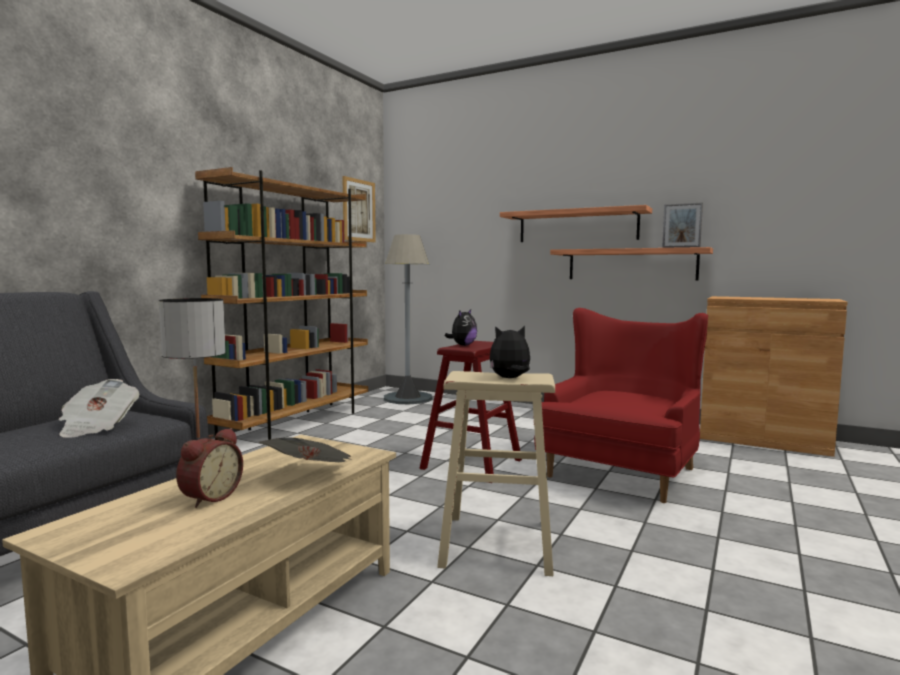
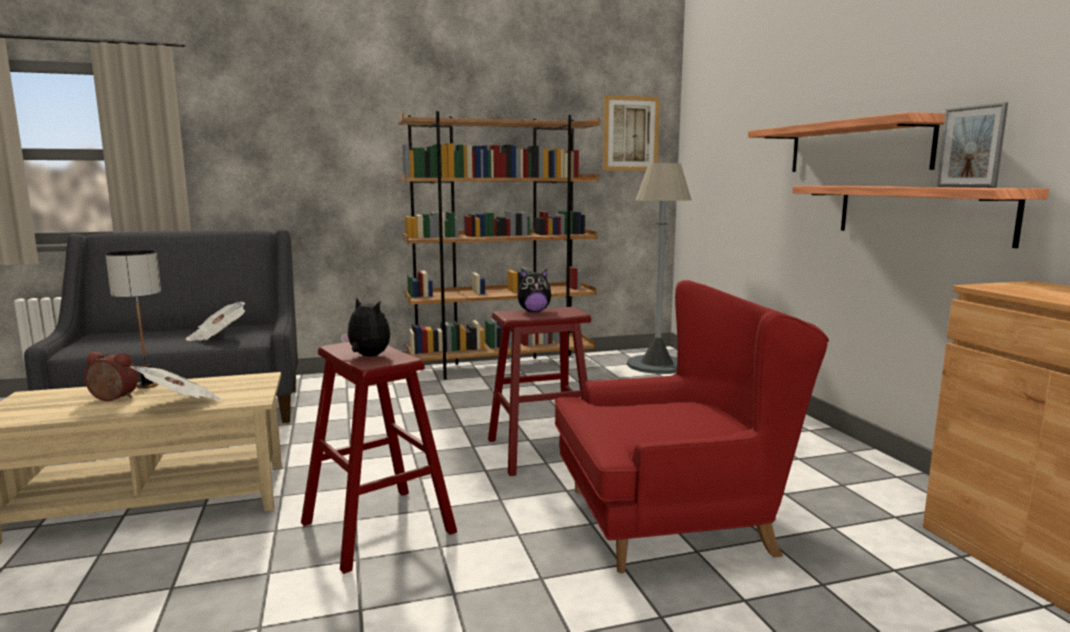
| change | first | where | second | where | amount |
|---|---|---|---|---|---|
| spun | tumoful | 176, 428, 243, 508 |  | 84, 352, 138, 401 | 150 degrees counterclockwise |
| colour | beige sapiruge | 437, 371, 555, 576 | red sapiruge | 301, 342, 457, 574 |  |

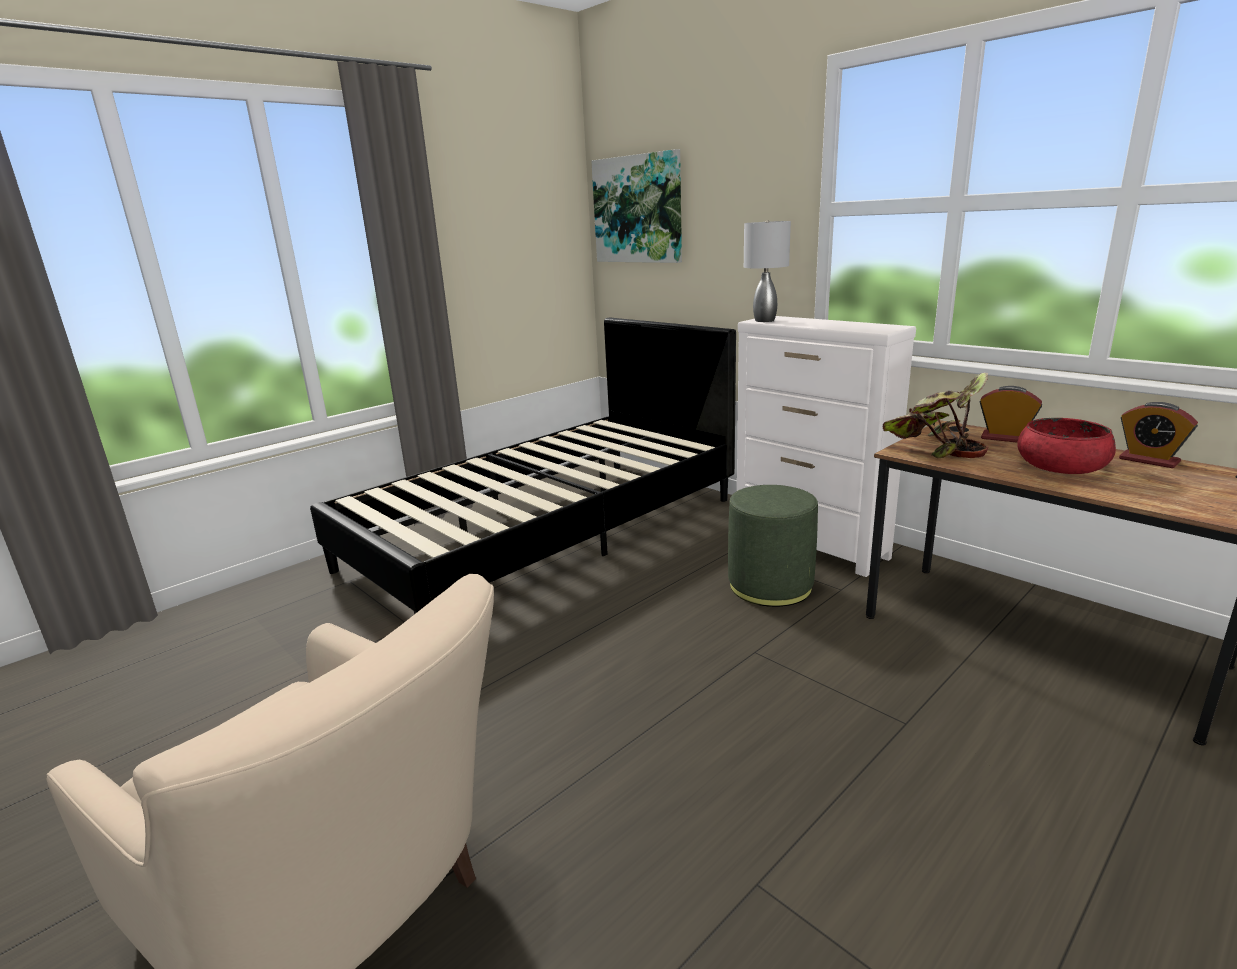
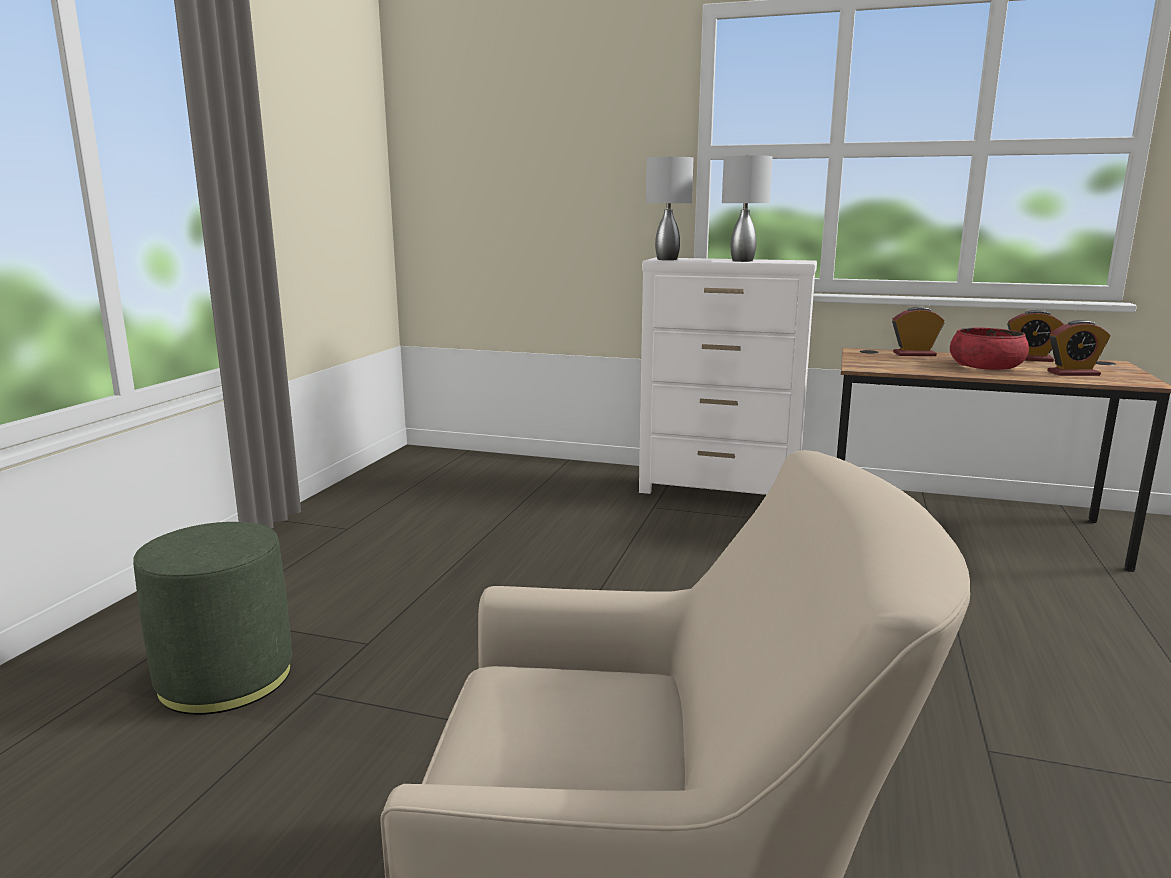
| change | first | where | second | where | amount |
|---|---|---|---|---|---|
| missing | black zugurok | 310, 318, 736, 614 |  |  |  |
| missing | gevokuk | 591, 149, 682, 263 |  |  |  |
| relocated | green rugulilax | 728, 485, 818, 607 |  | 133, 522, 292, 715 |  |
| missing | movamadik | 883, 373, 988, 458 |  |  |  |
| appeared |  |  | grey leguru | 722, 155, 773, 262 |  |
| appeared |  |  | tumoful | 1047, 320, 1111, 376 |  |

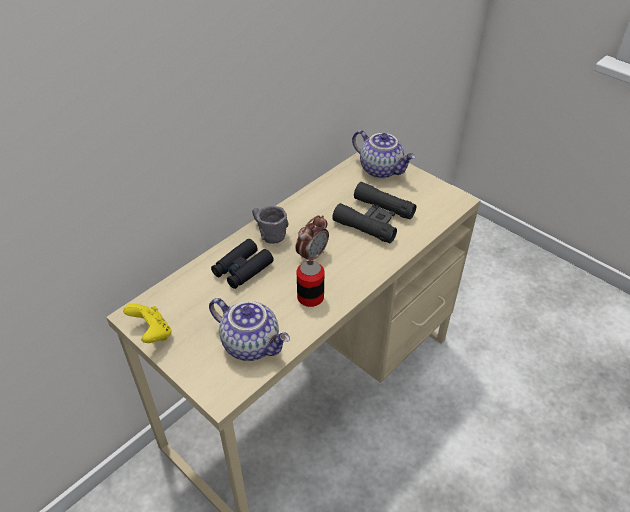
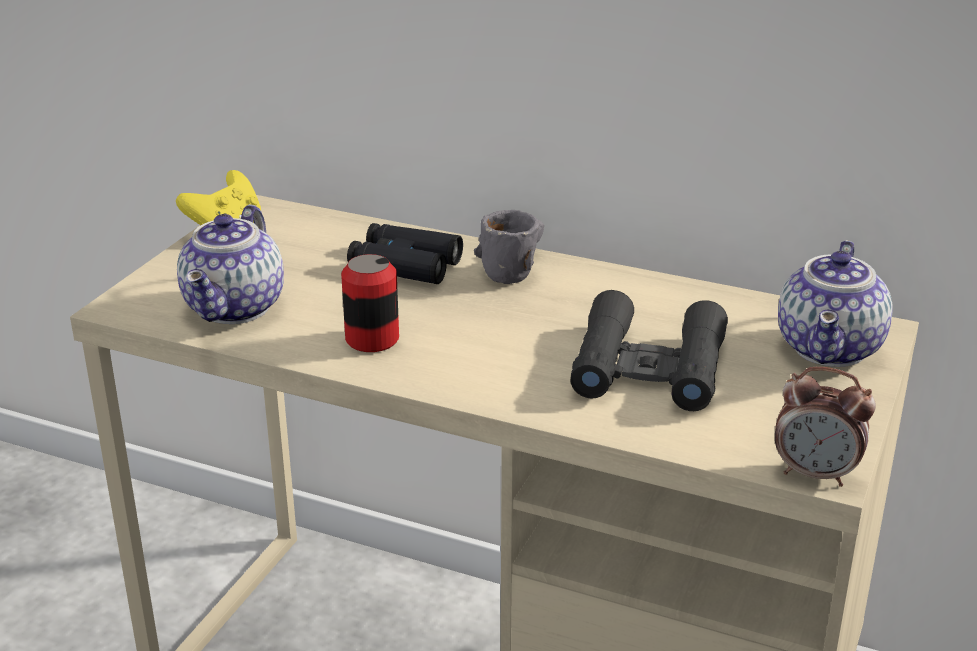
| change | first | where | second | where | amount |
|---|---|---|---|---|---|
| relocated | tumoful | 295, 215, 329, 261 |  | 775, 367, 876, 487 |  |

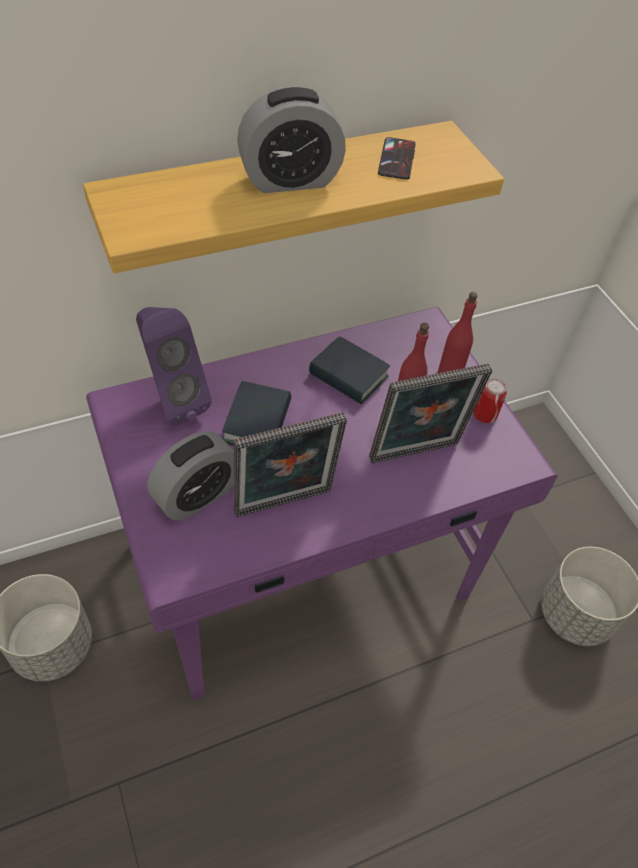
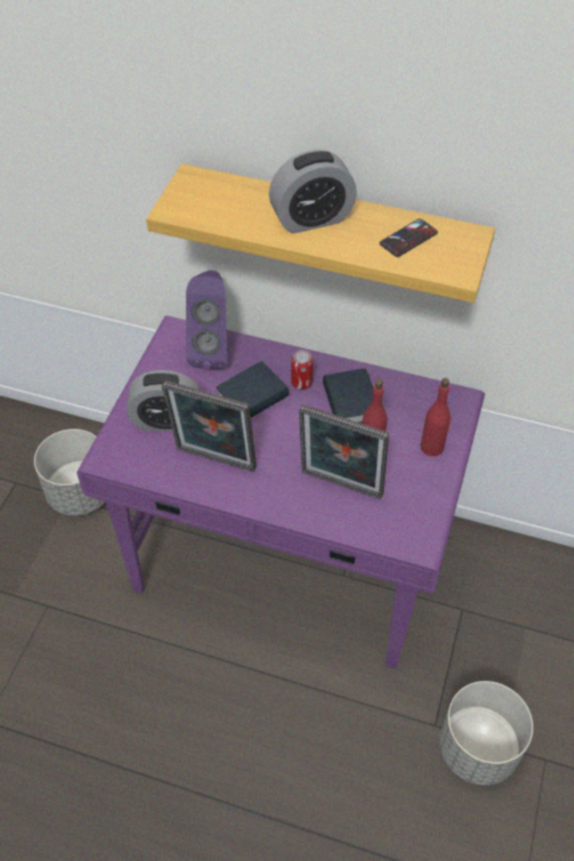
| change | first | where | second | where | amount |
|---|---|---|---|---|---|
| spun | tumoful | 237, 86, 346, 193 |  | 269, 150, 357, 234 | 45 degrees counterclockwise |
| relocated | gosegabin | 474, 378, 507, 423 |  | 291, 350, 313, 389 |  |

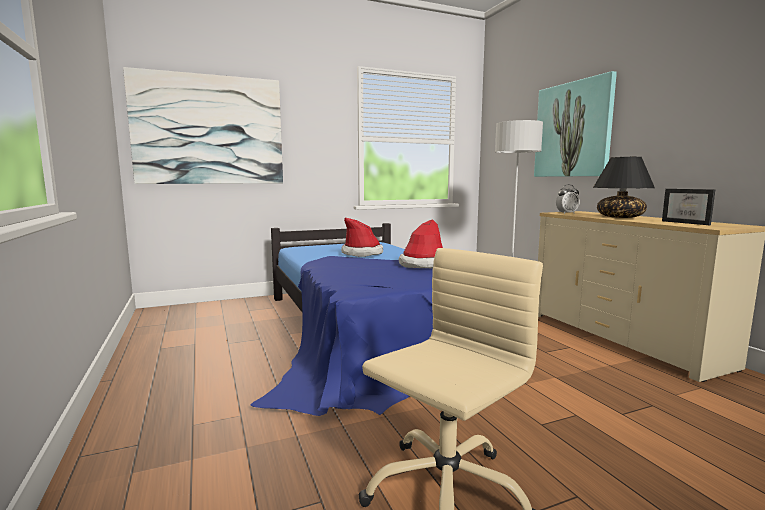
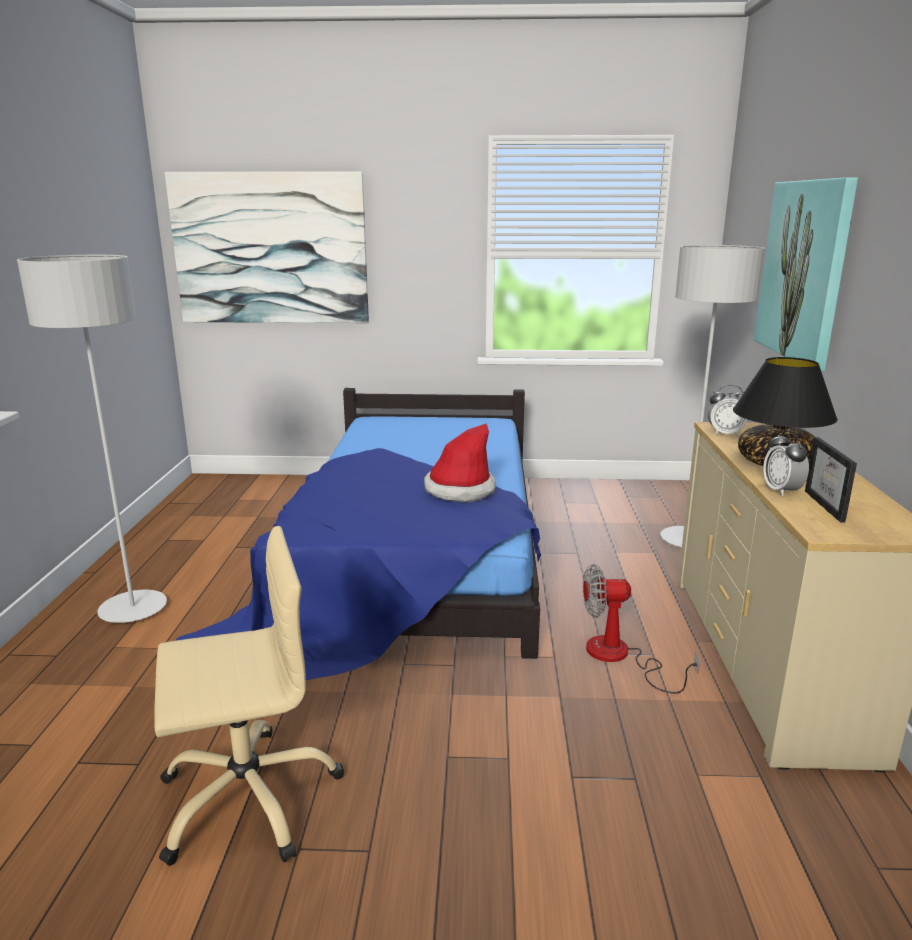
| change | first | where | second | where | amount |
|---|---|---|---|---|---|
| missing | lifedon | 341, 217, 383, 257 |  |  |  |
| appeared |  |  | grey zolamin | 17, 255, 167, 623 |  |
| appeared |  |  | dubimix | 583, 564, 700, 694 |  |
| appeared |  |  | tumoful | 763, 430, 809, 496 |  |

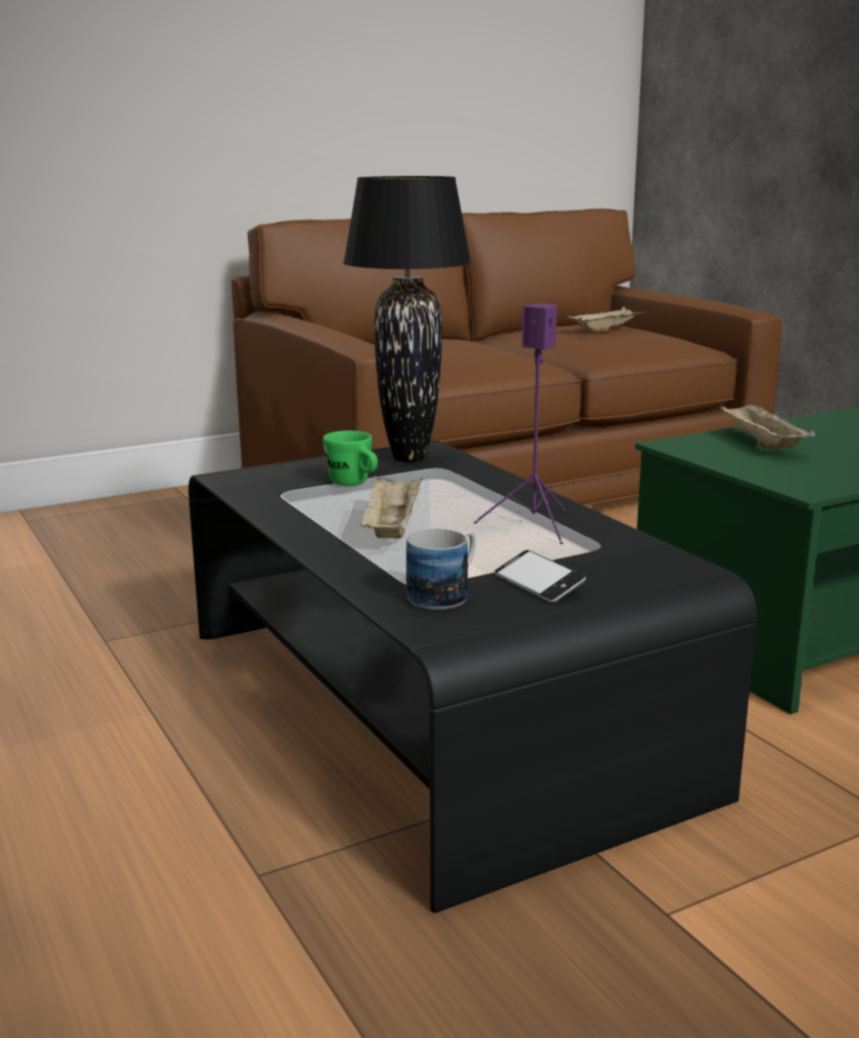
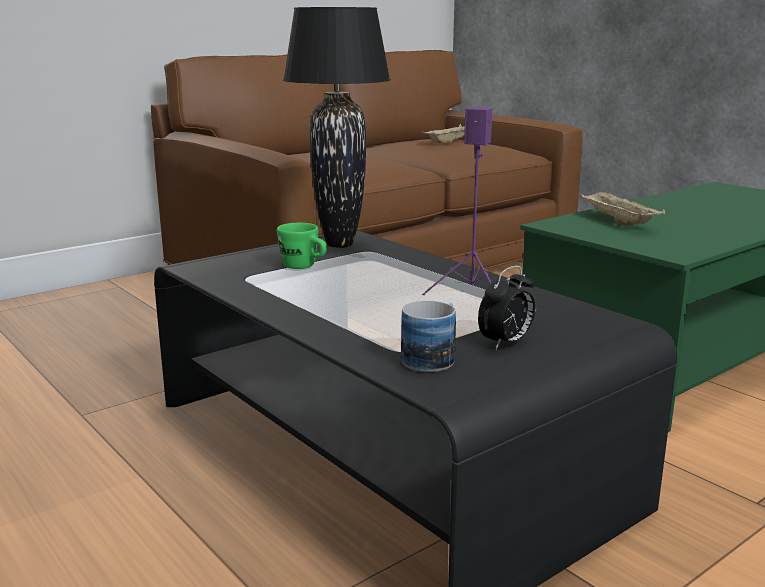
| change | first | where | second | where | amount |
|---|---|---|---|---|---|
| missing | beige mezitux | 360, 476, 423, 538 |  |  |  |
| exchanged | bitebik | 494, 550, 586, 603 | tumoful | 478, 266, 535, 349 |  |

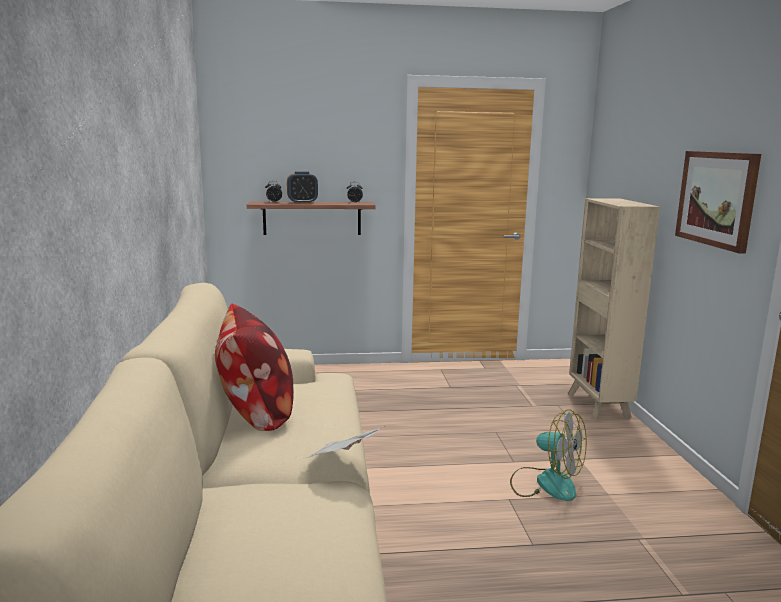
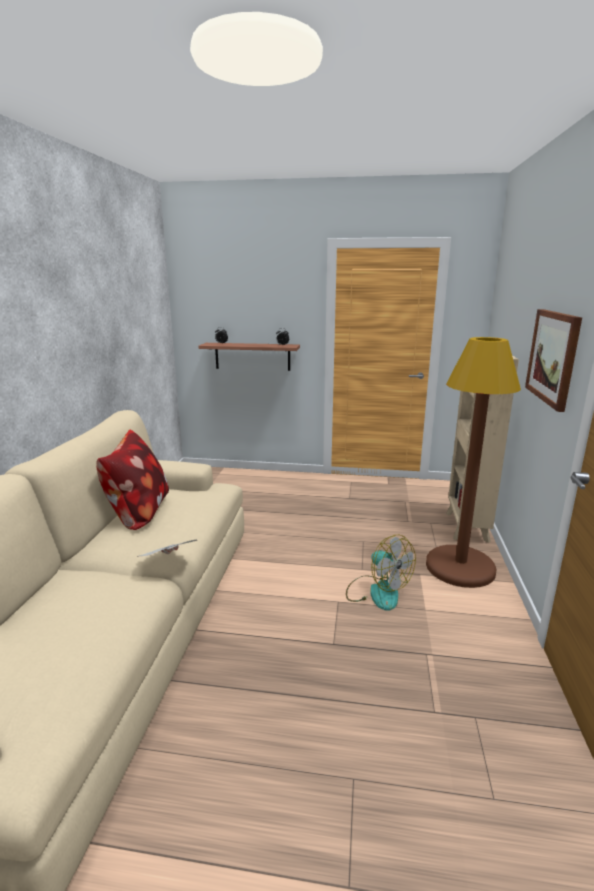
| change | first | where | second | where | amount |
|---|---|---|---|---|---|
| missing | tumoful | 287, 171, 318, 204 |  |  |  |
| appeared |  |  | brown zolamin | 426, 337, 521, 588 |  |

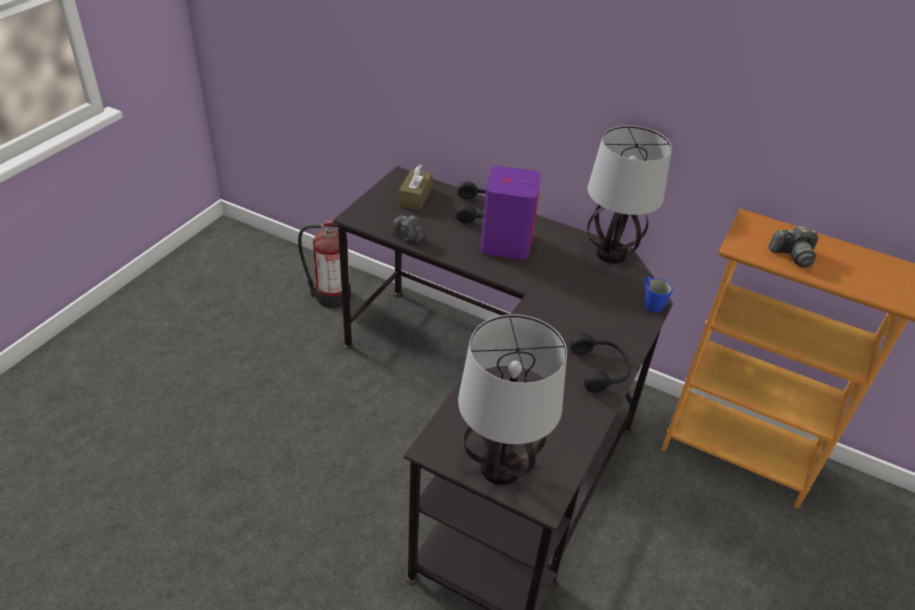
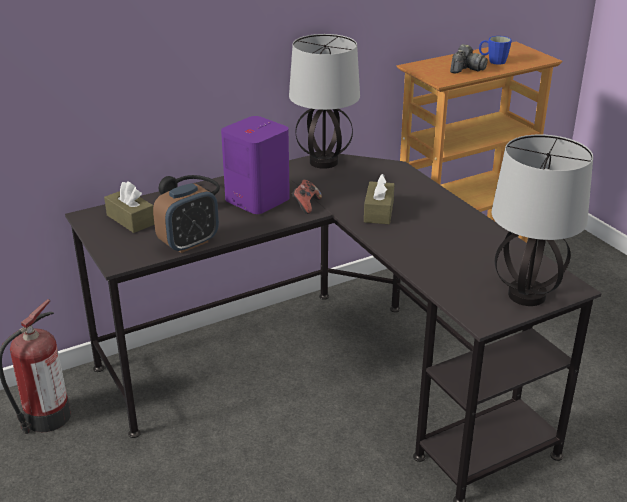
| change | first | where | second | where | amount |
|---|---|---|---|---|---|
| exchanged | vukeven | 393, 215, 425, 242 | tumoful | 153, 183, 219, 253 |  |
| missing | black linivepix | 570, 334, 631, 393 |  |  |  |
| relocated | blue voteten | 644, 277, 673, 313 |  | 479, 36, 512, 65 |  |
| appeared |  |  | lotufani | 291, 180, 322, 214 |  |
| appeared |  |  | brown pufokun | 364, 174, 395, 224 |  |

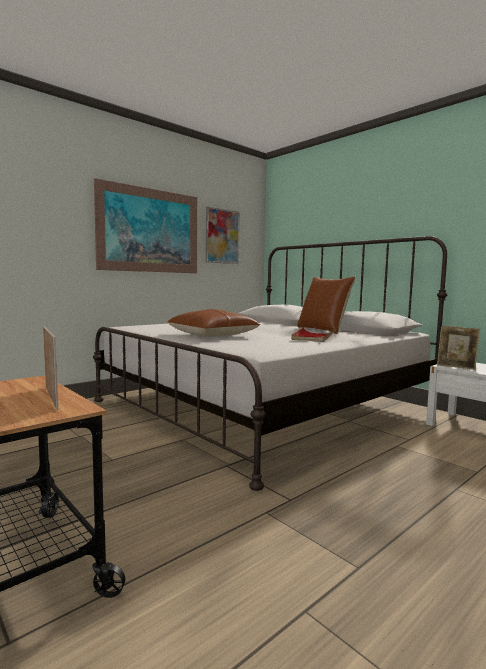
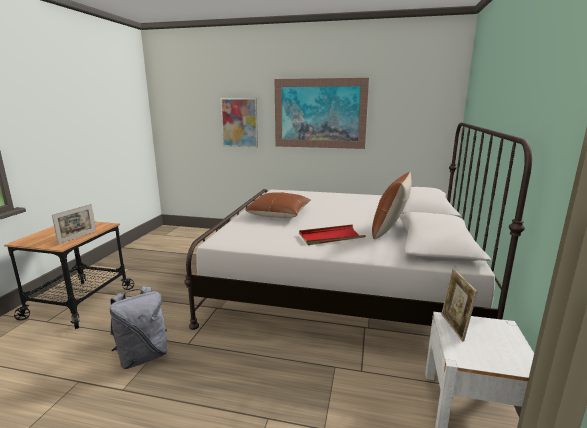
| change | first | where | second | where | amount |
|---|---|---|---|---|---|
| relocated | gevokuk | 206, 206, 240, 264 |  | 221, 98, 258, 147 |  |
| appeared |  |  | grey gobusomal | 110, 286, 168, 369 |  |

